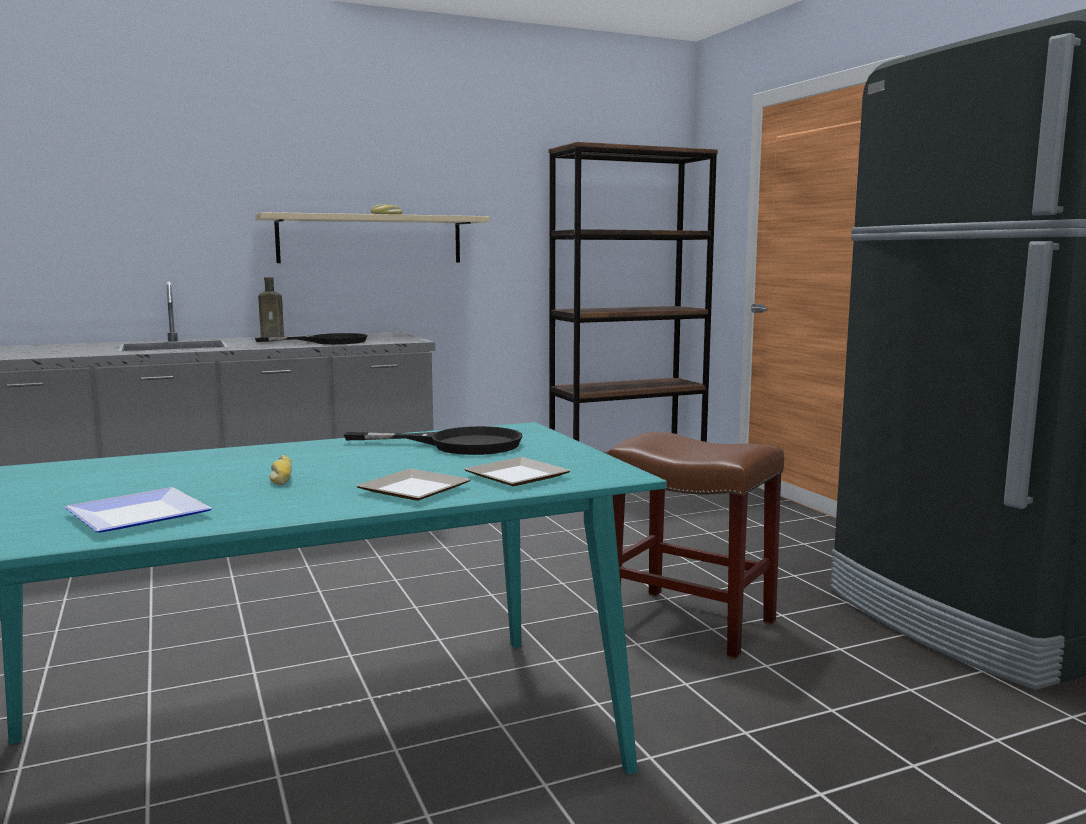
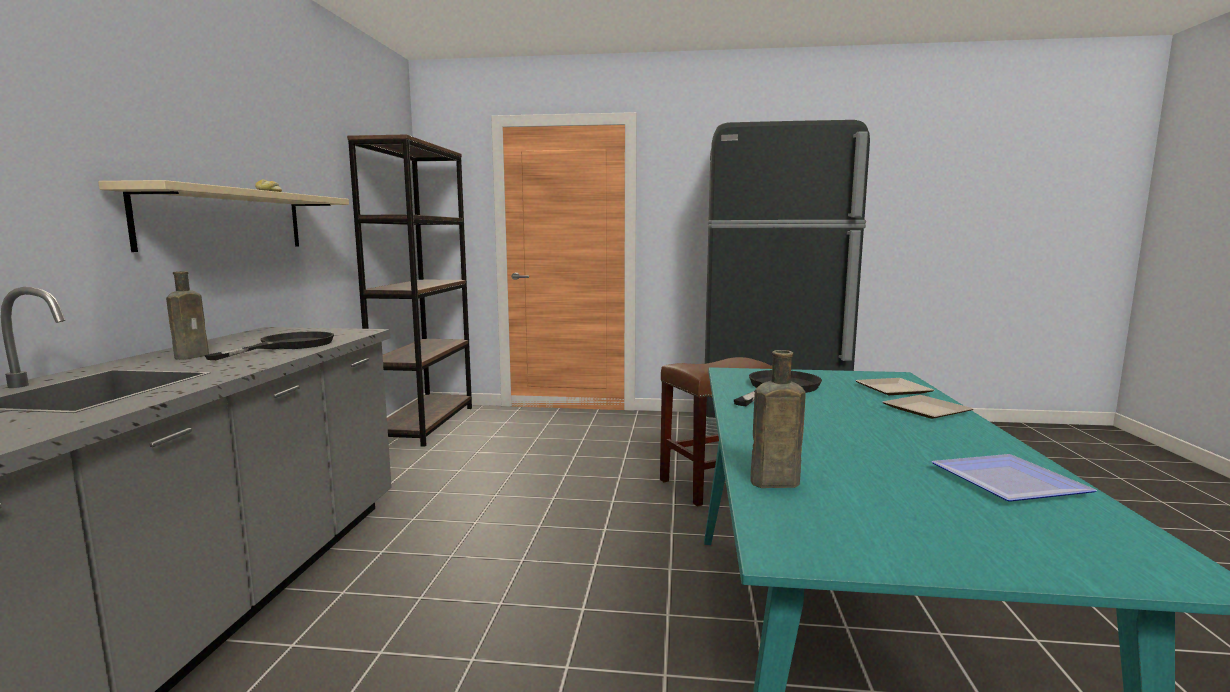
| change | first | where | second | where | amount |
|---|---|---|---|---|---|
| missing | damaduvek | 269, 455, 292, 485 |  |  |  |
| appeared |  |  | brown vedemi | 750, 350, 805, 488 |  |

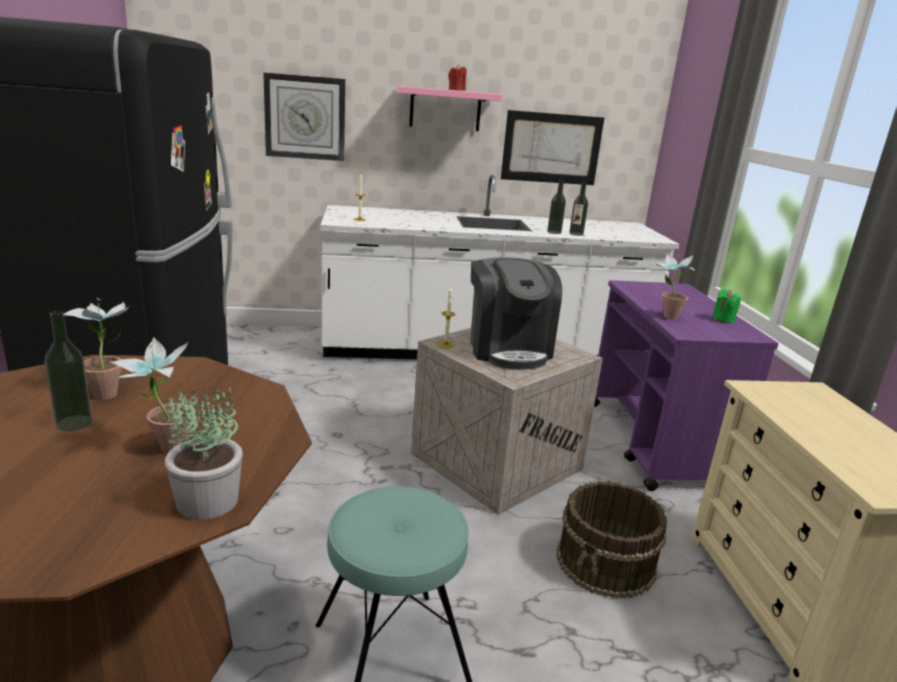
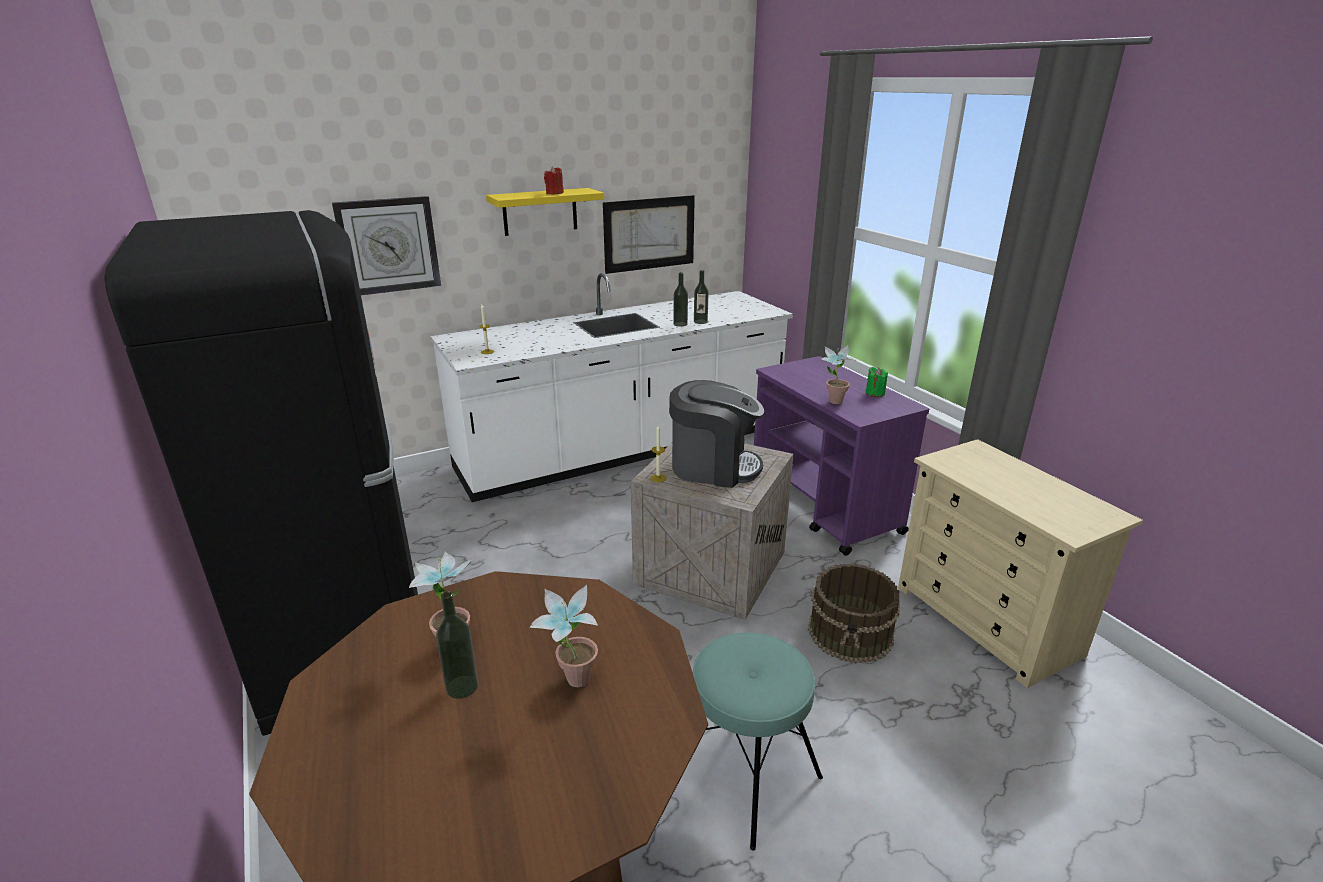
| change | first | where | second | where | amount |
|---|---|---|---|---|---|
| missing | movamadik | 165, 386, 243, 520 |  |  |  |
| colour | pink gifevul | 397, 86, 502, 131 | yellow gifevul | 486, 188, 604, 236 |  |
| spun | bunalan | 470, 257, 562, 370 |  | 669, 380, 764, 488 | 45 degrees counterclockwise |

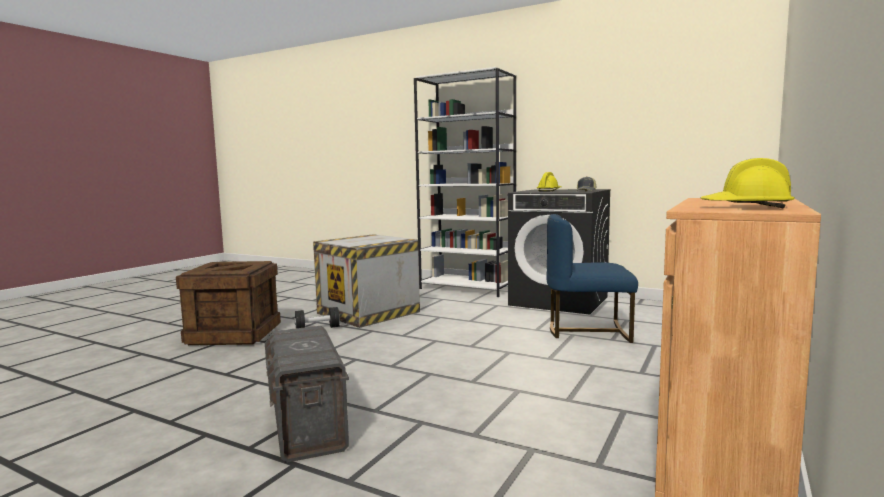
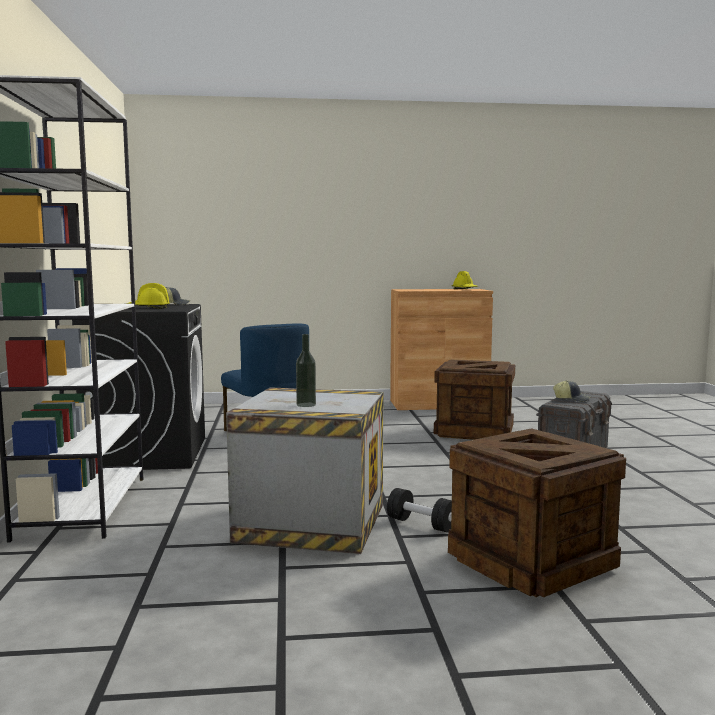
| change | first | where | second | where | amount |
|---|---|---|---|---|---|
| appeared |  |  | vedemi | 296, 334, 316, 407 |  |
| appeared |  |  | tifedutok | 434, 359, 515, 440 |  |
| appeared |  |  | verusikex | 553, 380, 591, 402 |  |

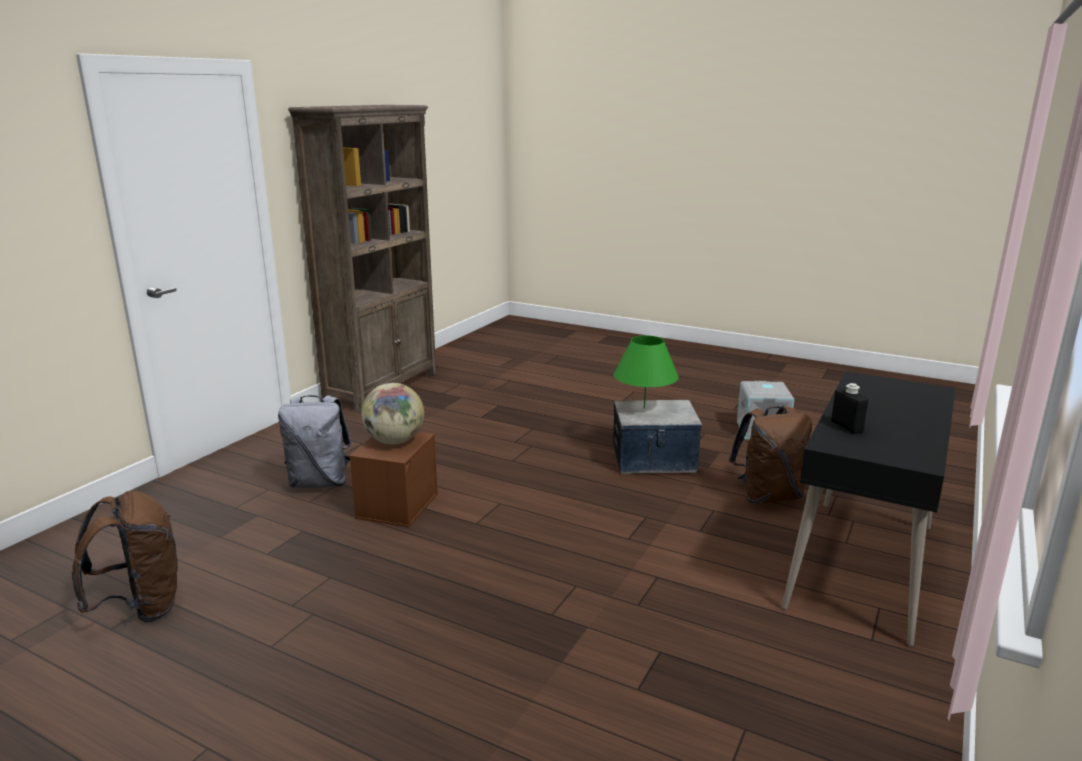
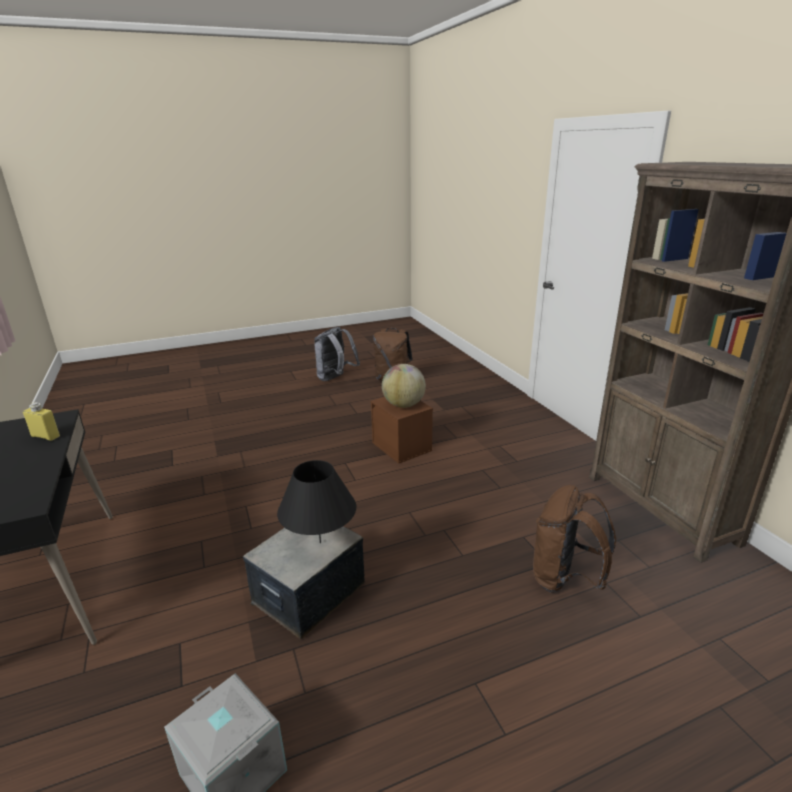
| change | first | where | second | where | amount |
|---|---|---|---|---|---|
| relocated | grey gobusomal | 278, 395, 351, 488 |  | 314, 327, 360, 381 |  |
| colour | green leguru | 614, 335, 679, 409 | black leguru | 277, 460, 356, 543 |  |
| relocated | brown gobusomal | 729, 406, 812, 504 |  | 533, 485, 616, 593 |  |
| colour | black vedemi | 831, 383, 868, 434 | yellow vedemi | 23, 402, 60, 441 |  |

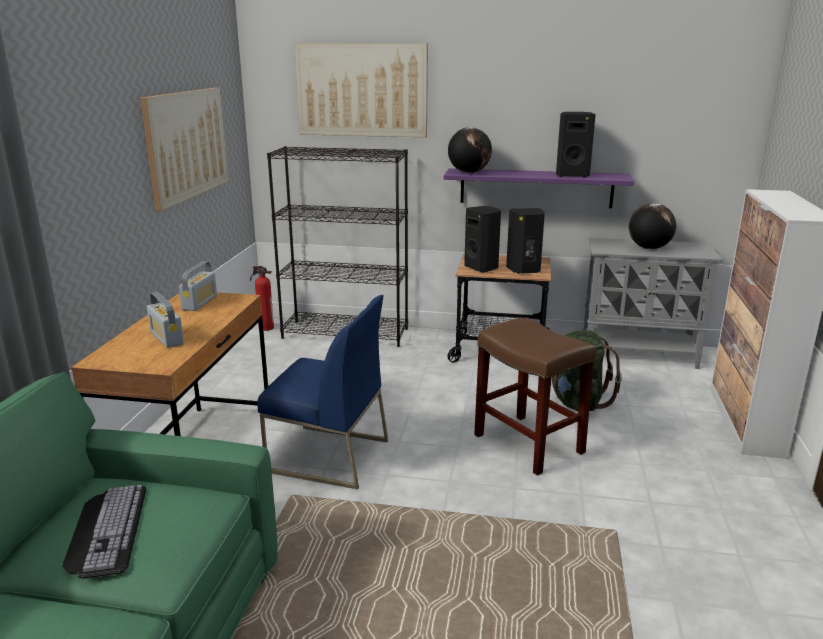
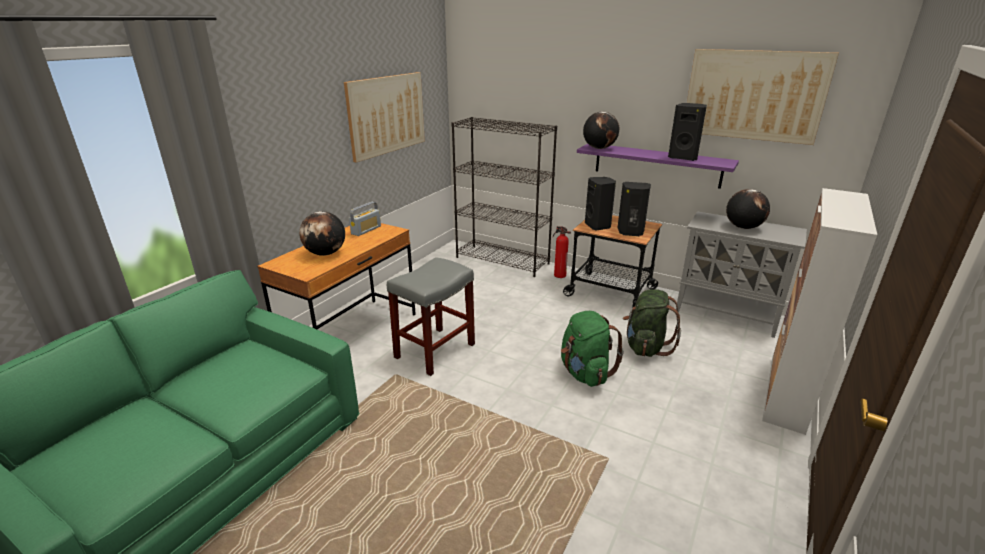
| change | first | where | second | where | amount |
|---|---|---|---|---|---|
| missing | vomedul | 62, 485, 146, 579 |  |  |  |
| exchanged | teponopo | 147, 292, 184, 348 | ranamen | 299, 211, 345, 256 |  |
| relocated | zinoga | 250, 266, 274, 331 |  | 553, 226, 571, 278 |  |
| exchanged | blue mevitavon | 257, 295, 388, 489 | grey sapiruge | 387, 257, 475, 376 |  |
| relocated | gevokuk | 295, 43, 428, 137 |  | 687, 49, 839, 145 |  |
| exchanged | brown sapiruge | 474, 318, 596, 476 | green gobusomal | 561, 311, 624, 387 |  |

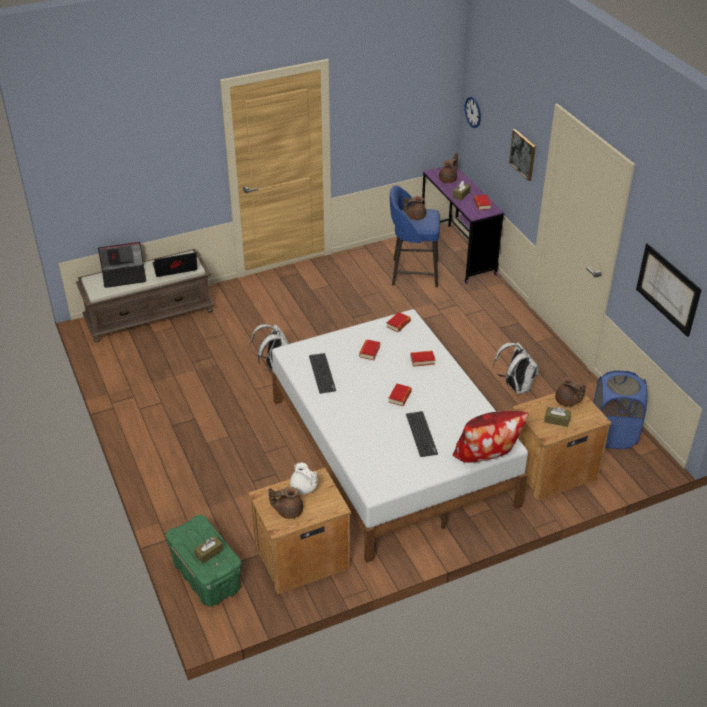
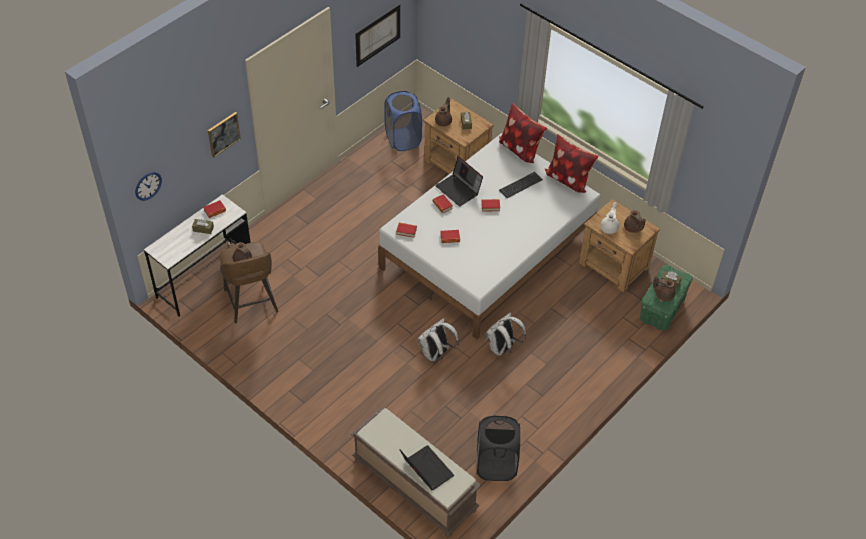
| change | first | where | second | where | amount |
|---|---|---|---|---|---|
| relocated | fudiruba | 152, 252, 197, 277 |  | 435, 156, 483, 207 |  |
| missing | vomedul | 309, 353, 336, 394 |  |  |  |
| colour | blue sapiruge | 390, 185, 440, 287 | brown sapiruge | 219, 242, 279, 323 |  |
| colour | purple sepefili | 422, 164, 504, 284 | white sepefili | 144, 194, 251, 316 |  |
| relocated | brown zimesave | 439, 153, 458, 183 |  | 653, 276, 675, 301 |  |
| relocated | white gobusomal | 493, 342, 539, 394 |  | 486, 312, 526, 357 |  |
| appeared |  |  | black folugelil | 477, 415, 520, 481 |  |
| appeared |  |  | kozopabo | 545, 134, 599, 193 |  |

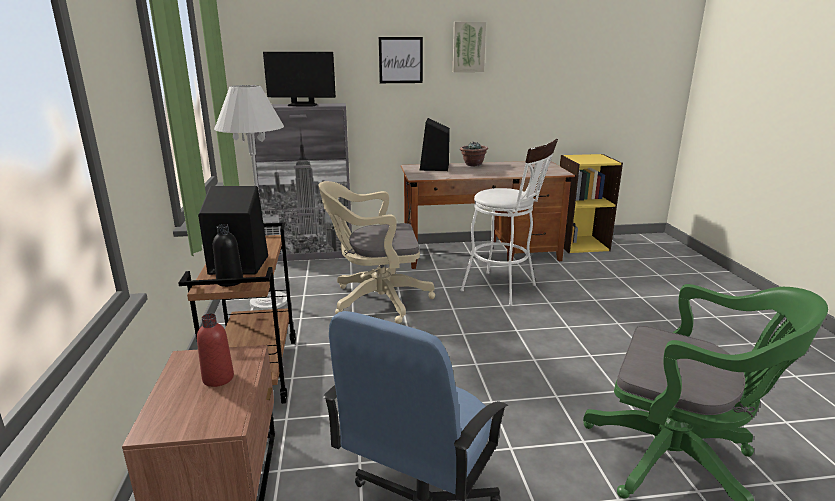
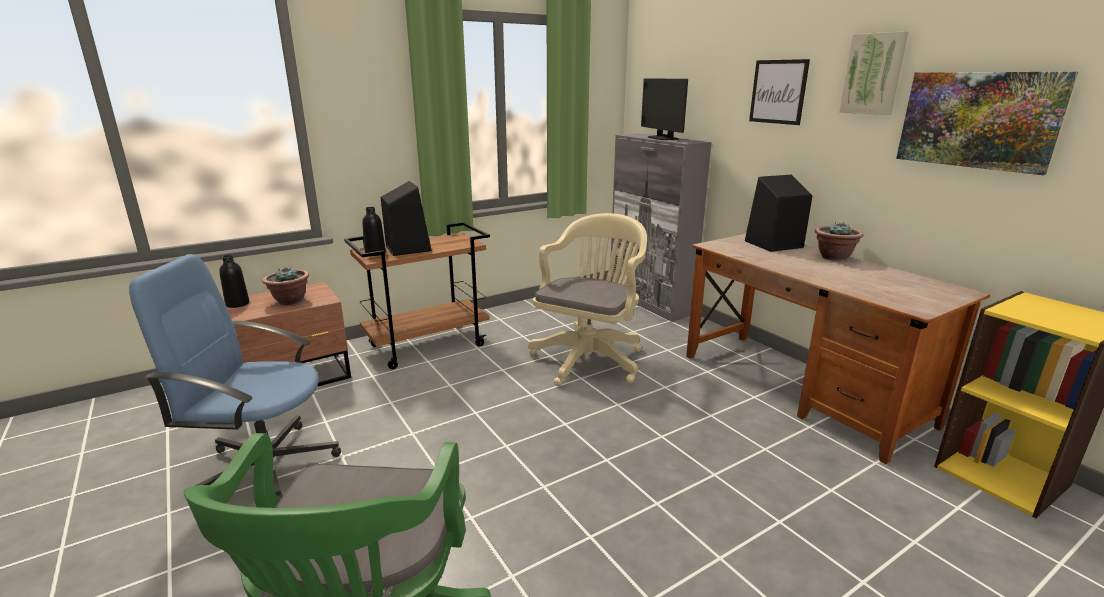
| change | first | where | second | where | amount |
|---|---|---|---|---|---|
| exchanged | red vedemi | 197, 313, 234, 387 | movamadik | 262, 267, 309, 305 |  |
| missing | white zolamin | 214, 85, 287, 310 |  |  |  |
| spun | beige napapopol | 319, 181, 435, 324 |  | 528, 213, 647, 386 | 60 degrees clockwise |
| missing | white sapiruge | 460, 139, 558, 306 |  |  |  |
| appeared |  |  | black vedemi | 219, 255, 249, 308 |  |
| appeared |  |  | gevokuk | 896, 72, 1078, 175 |  |

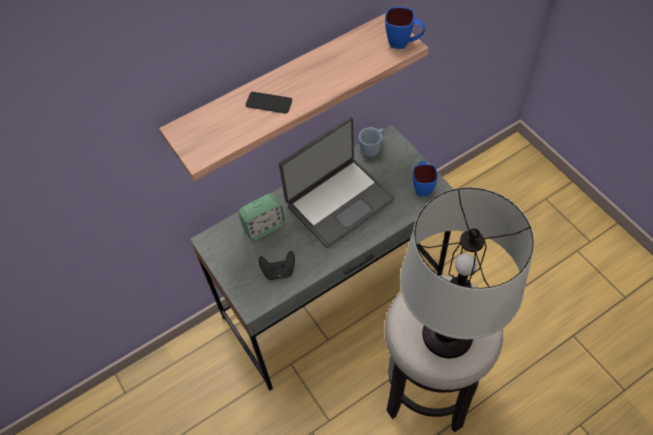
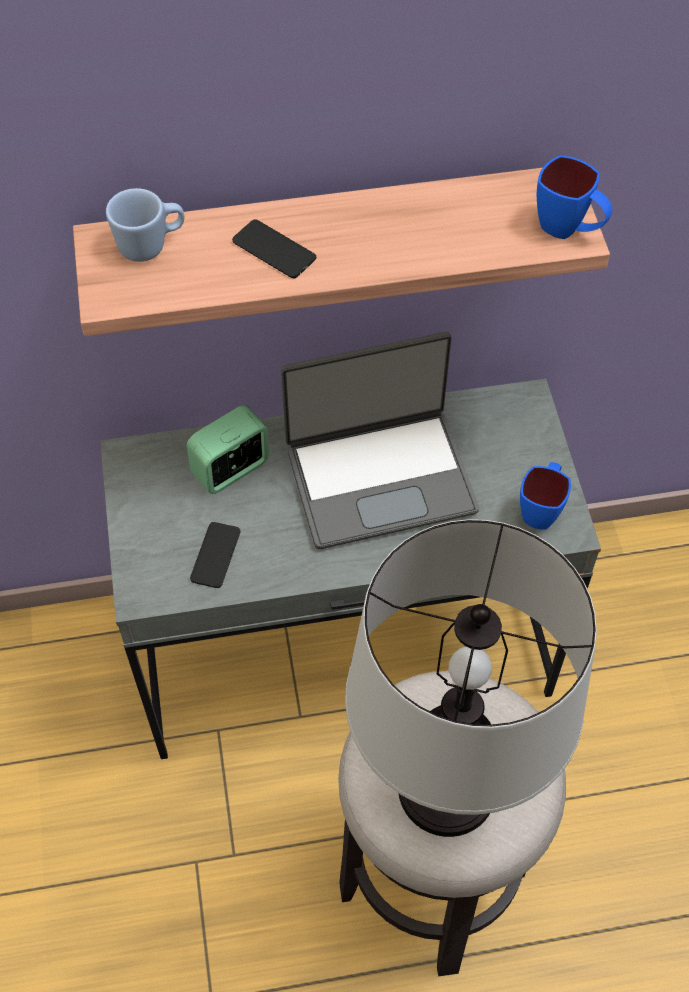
| change | first | where | second | where | amount |
|---|---|---|---|---|---|
| spun | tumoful | 239, 193, 285, 241 |  | 187, 405, 269, 494 | 150 degrees clockwise |
| exchanged | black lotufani | 258, 251, 295, 280 | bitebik | 190, 522, 240, 588 |  |
| relocated | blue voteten | 359, 127, 385, 157 |  | 106, 188, 184, 262 |  |

